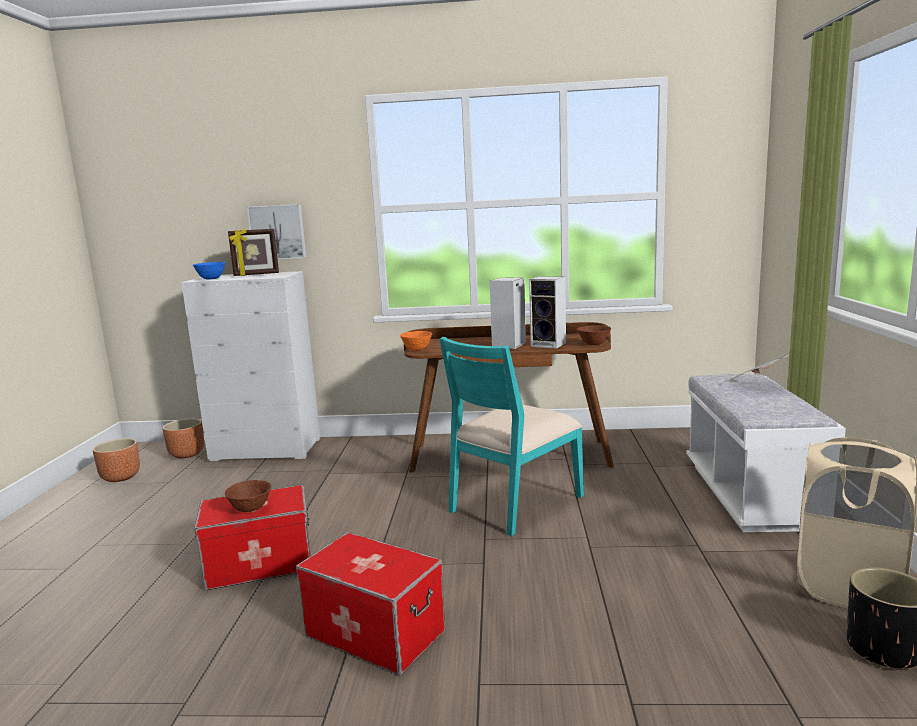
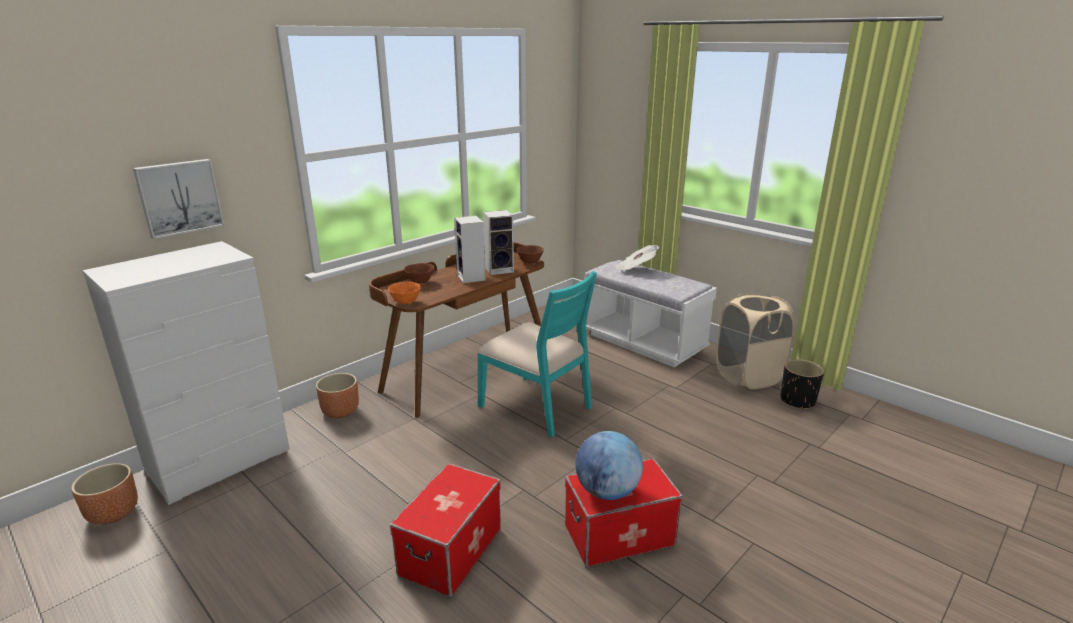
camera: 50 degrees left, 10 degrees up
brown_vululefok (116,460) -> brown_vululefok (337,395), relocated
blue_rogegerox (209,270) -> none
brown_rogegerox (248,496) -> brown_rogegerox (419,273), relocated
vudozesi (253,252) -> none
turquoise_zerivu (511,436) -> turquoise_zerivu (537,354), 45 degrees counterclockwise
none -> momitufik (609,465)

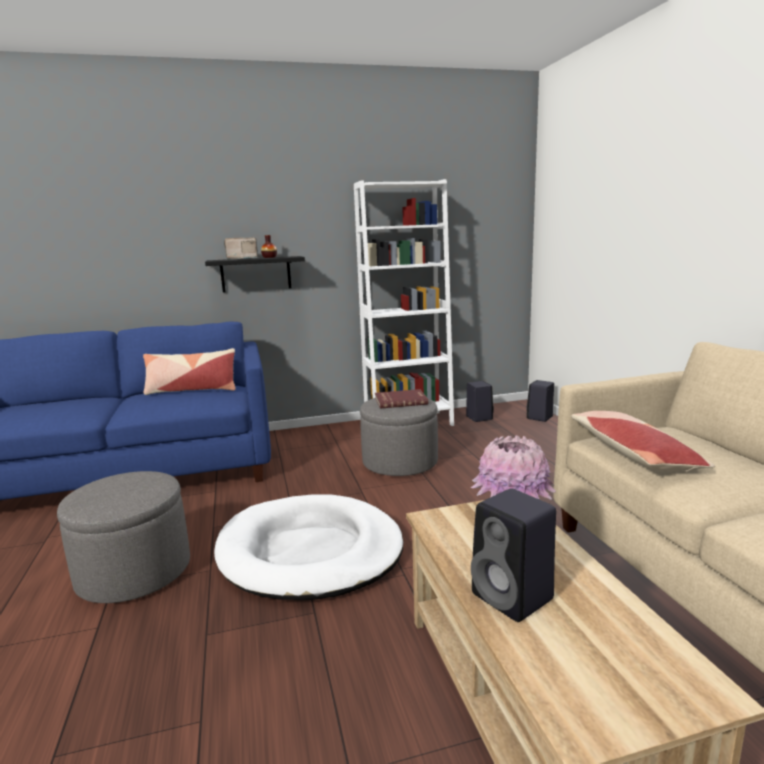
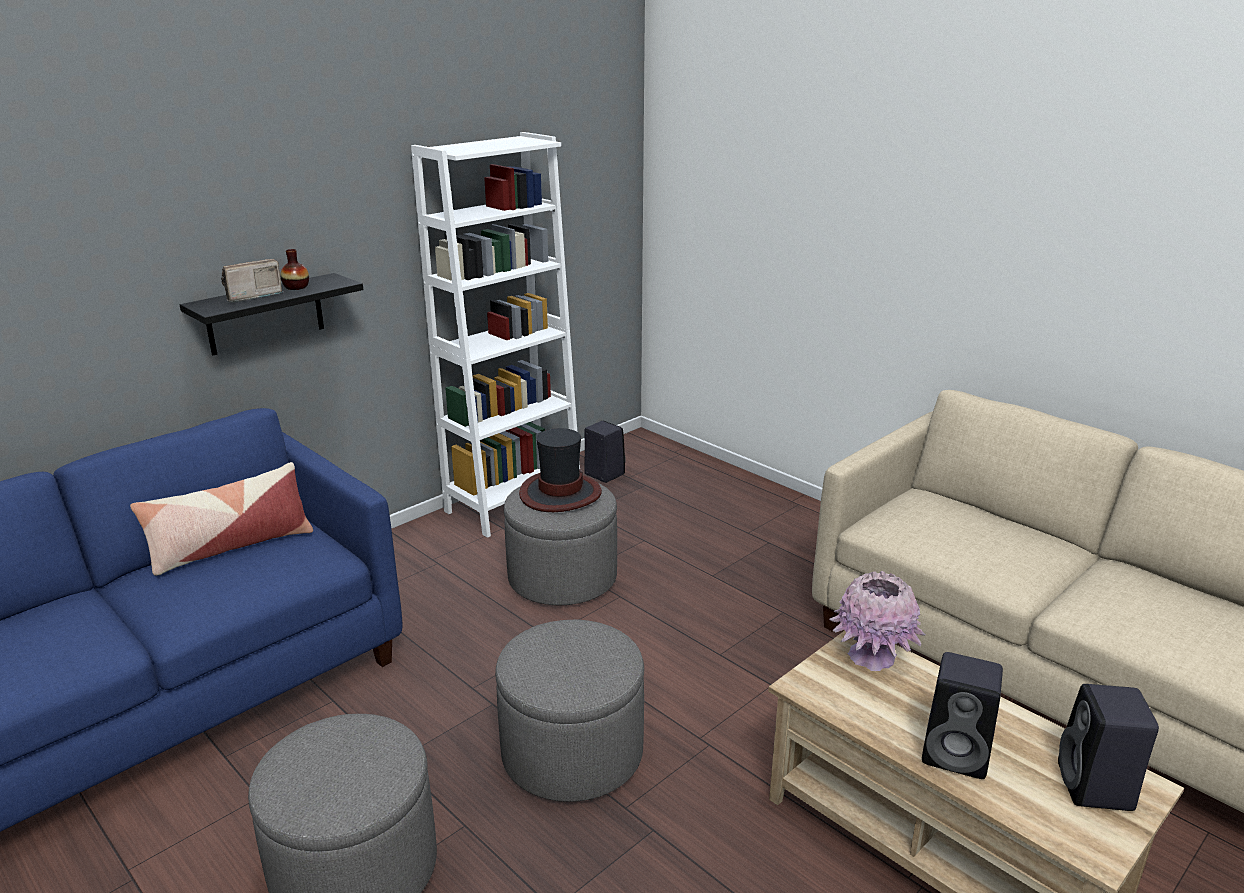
camera: 30 degrees left, 10 degrees up
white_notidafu (308,547) -> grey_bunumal (569,711)
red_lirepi (401,399) -> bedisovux (560,470)
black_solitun (540,401) -> black_solitun (1108,747), relocated
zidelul (643,441) -> none

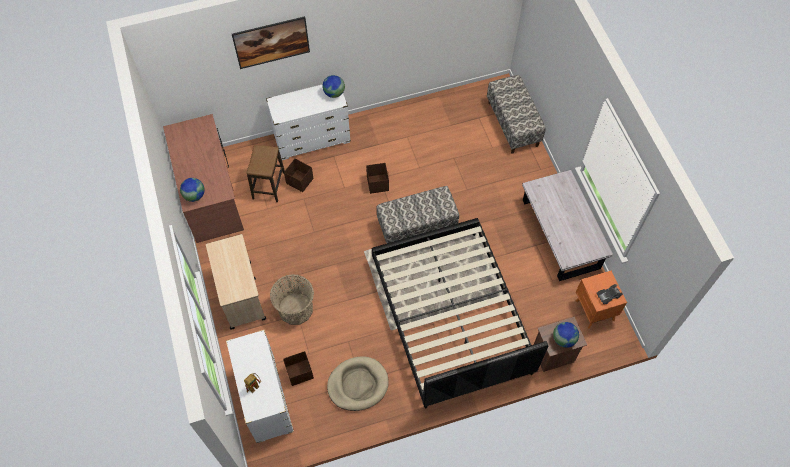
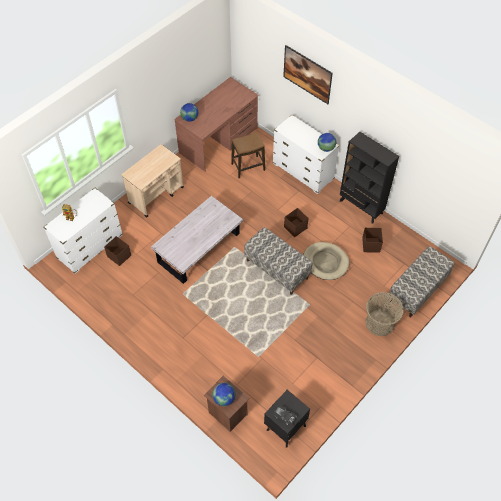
camera: 60 degrees right, 5 degrees down
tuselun (292,299) -> tuselun (384,314), relocated
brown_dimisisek (299,175) -> brown_dimisisek (372,240), relocated
beige_notidafu (358,384) -> beige_notidafu (326,261), relocated
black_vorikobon (460,313) -> none
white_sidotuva (567,225) -> white_sidotuva (197,240), relocated
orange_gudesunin (601,300) -> black_gudesunin (287,419)
none -> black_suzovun (369,177)

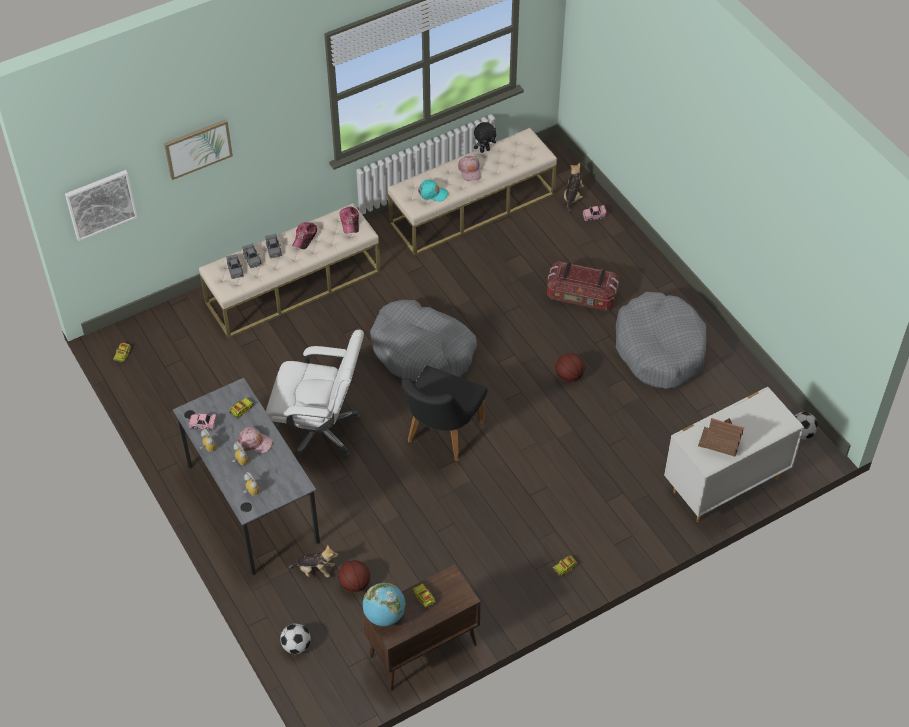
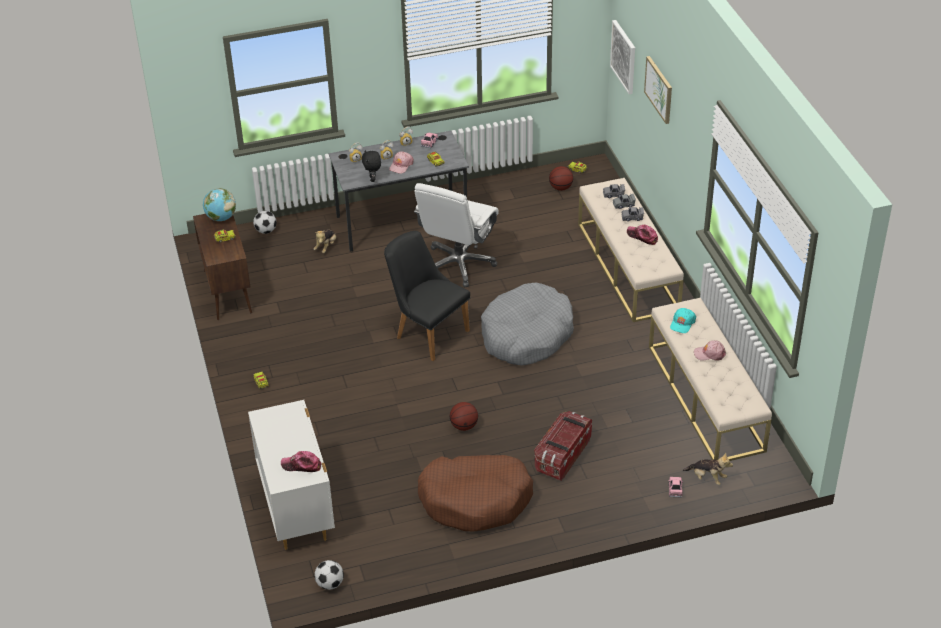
camera: 105 degrees right, 10 degrees down
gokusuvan (354,576) -> gokusuvan (561,178), relocated
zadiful (349,220) -> zadiful (301,461), relocated
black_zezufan (485,137) -> black_zezufan (371,166), relocated
grey_notidafu (661,340) -> brown_notidafu (475,493)
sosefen (721,437) -> none

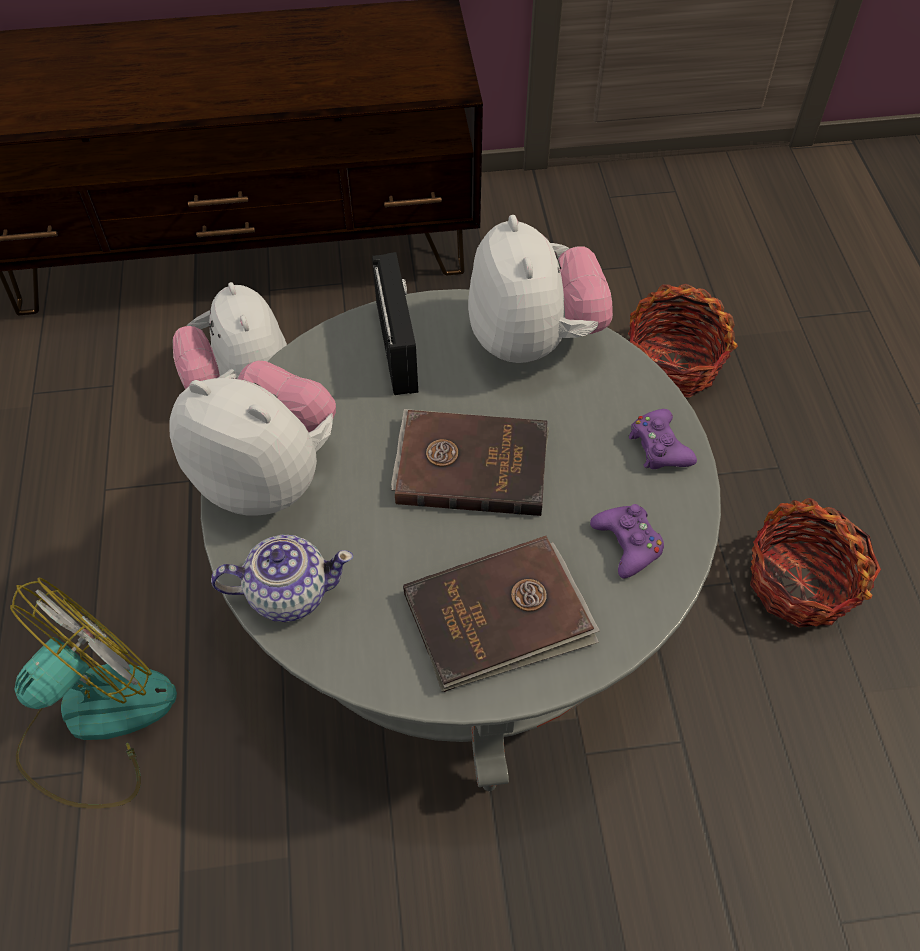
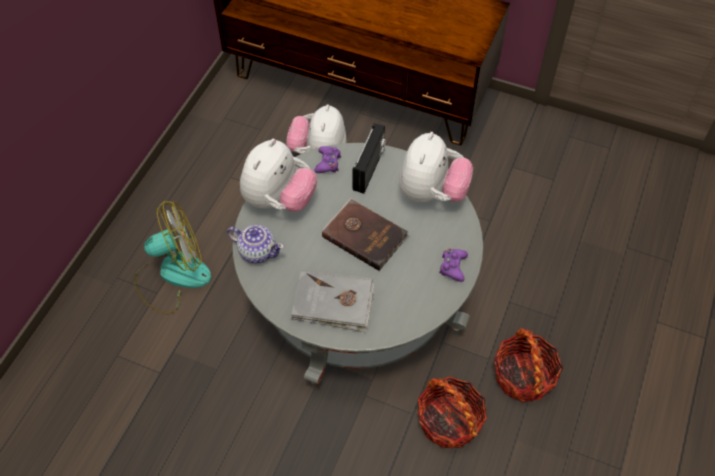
camera: 30 degrees right, 0 degrees up
zezufan (252,438) -> zezufan (278,175), 60 degrees clockwise
brown_lirepi (501,614) -> grey_lirepi (332,301)
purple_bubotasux (627,541) -> purple_bubotasux (327,159), relocated
tuselun (683,341) -> tuselun (452,412), relocated

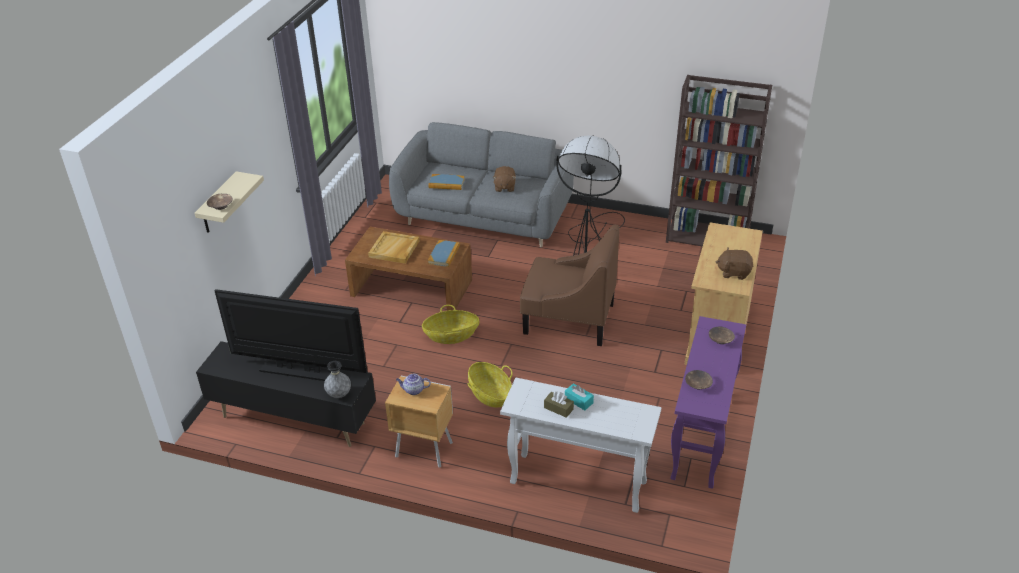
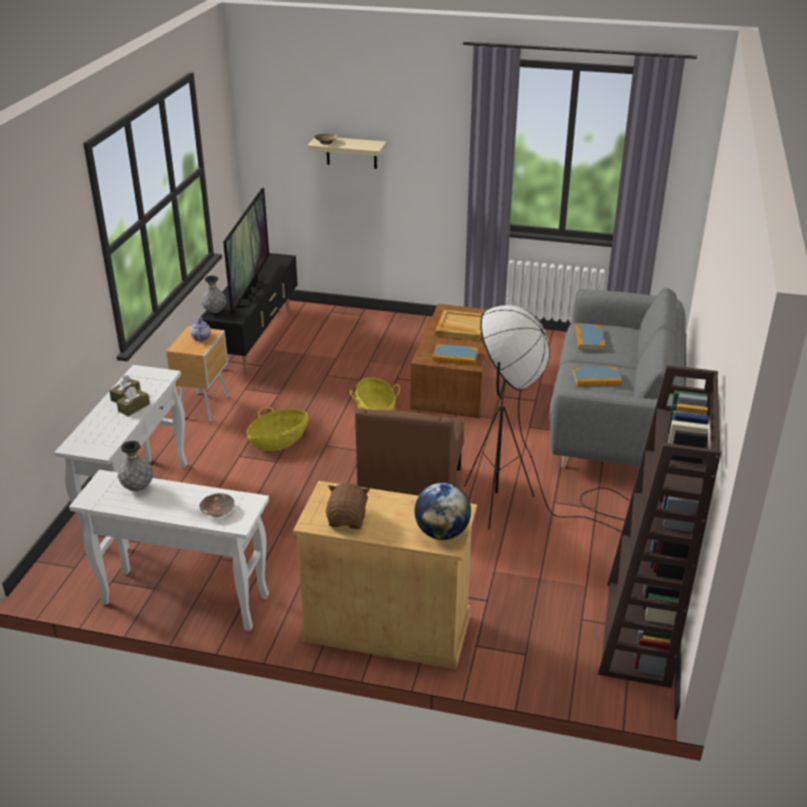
camera: 85 degrees right, 5 degrees down
brown_zezufan (504,179) -> lirepi (597,376)
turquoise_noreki (579,396) -> brown_noreki (133,401)
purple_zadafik (708,402) -> white_zadafik (169,550)
brown_rogegerox (699,379) -> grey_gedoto (135,466)
none -> momitufik (442,511)

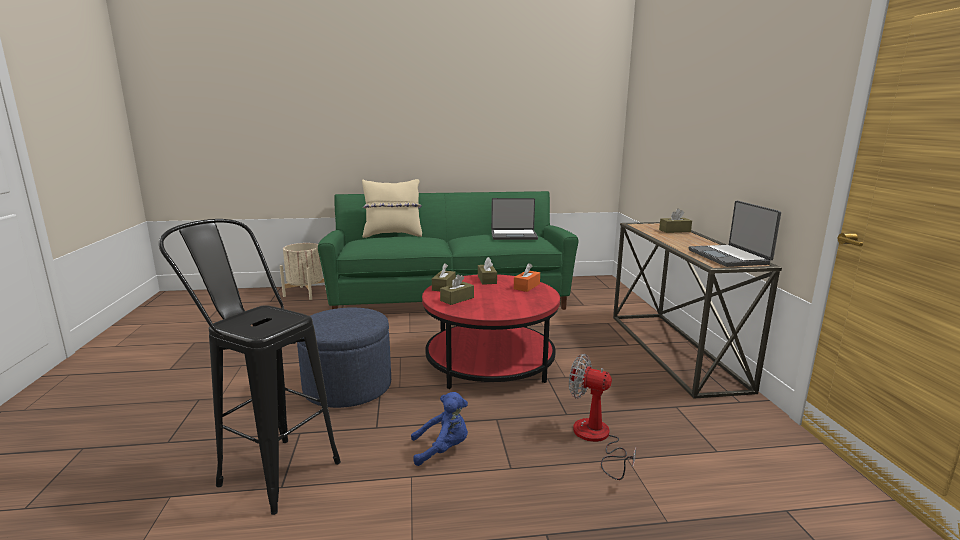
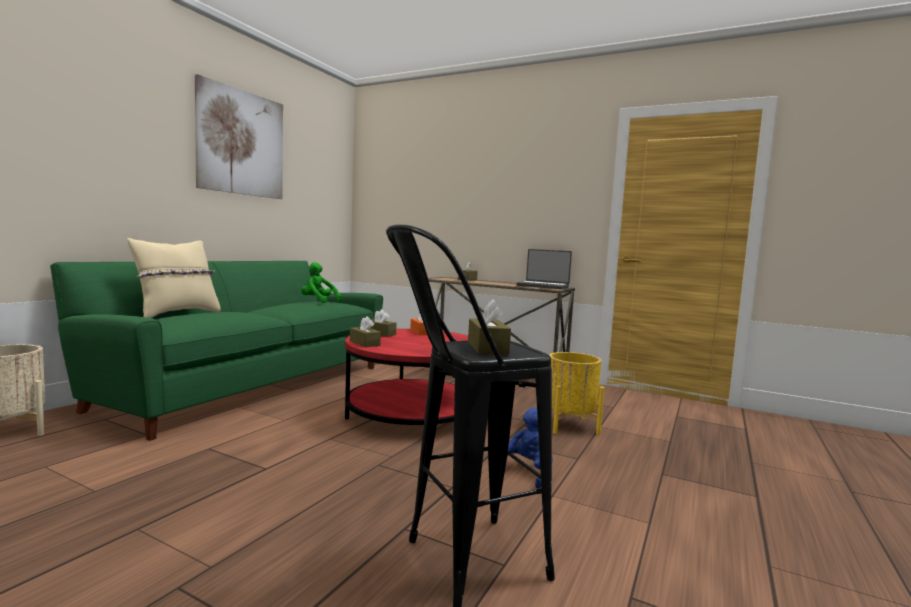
camera: 55 degrees left, 10 degrees down
blue_bunumal (344,358) -> none
brown_noreki (457,289) -> brown_noreki (489,326), relocated
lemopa (514,219) -> green_zezufan (321,282)
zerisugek (602,417) -> yellow_vululefok (576,393)
none -> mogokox (239,136)

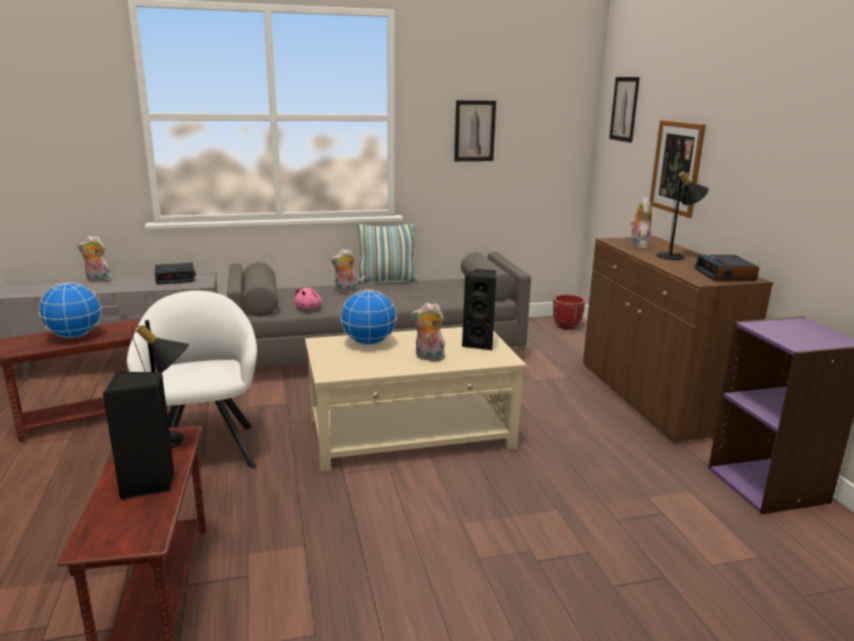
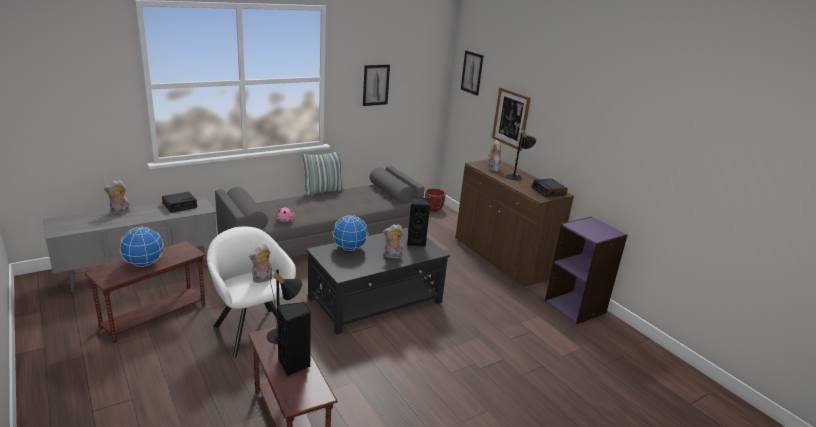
camera: 20 degrees left, 5 degrees up
beige_sidotuva (415,399) -> black_sidotuva (378,281)
zezufan (343,271) -> zezufan (260,263), relocated

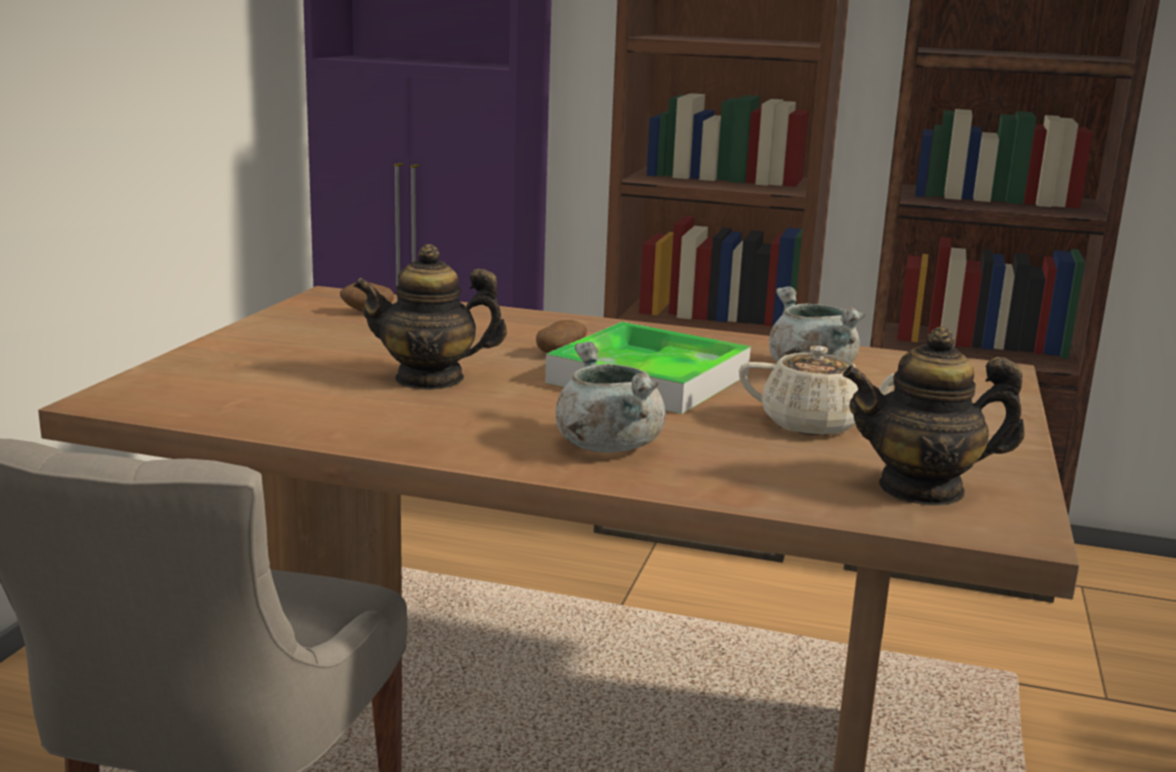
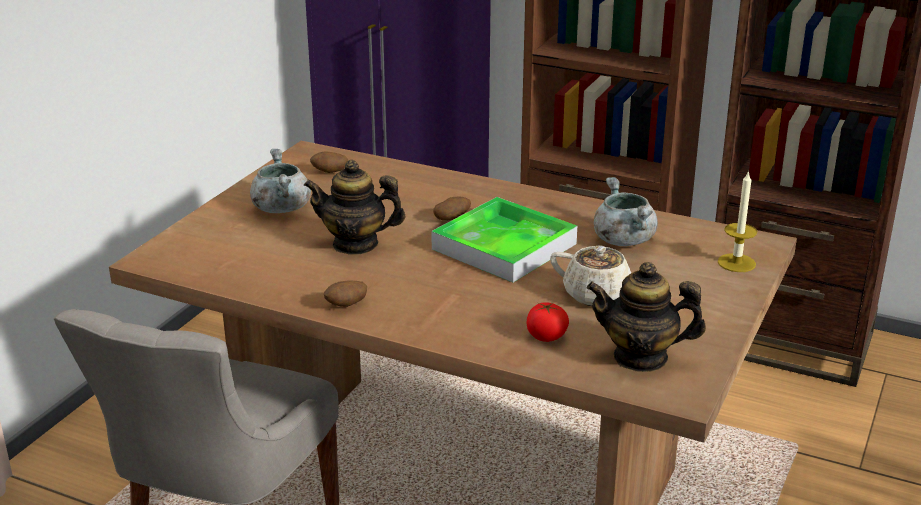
camera: 10 degrees right, 10 degrees up
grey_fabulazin (611,397) -> grey_fabulazin (280,181), relocated
none -> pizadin (345,294)
none -> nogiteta (547,322)
none -> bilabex (737,221)

